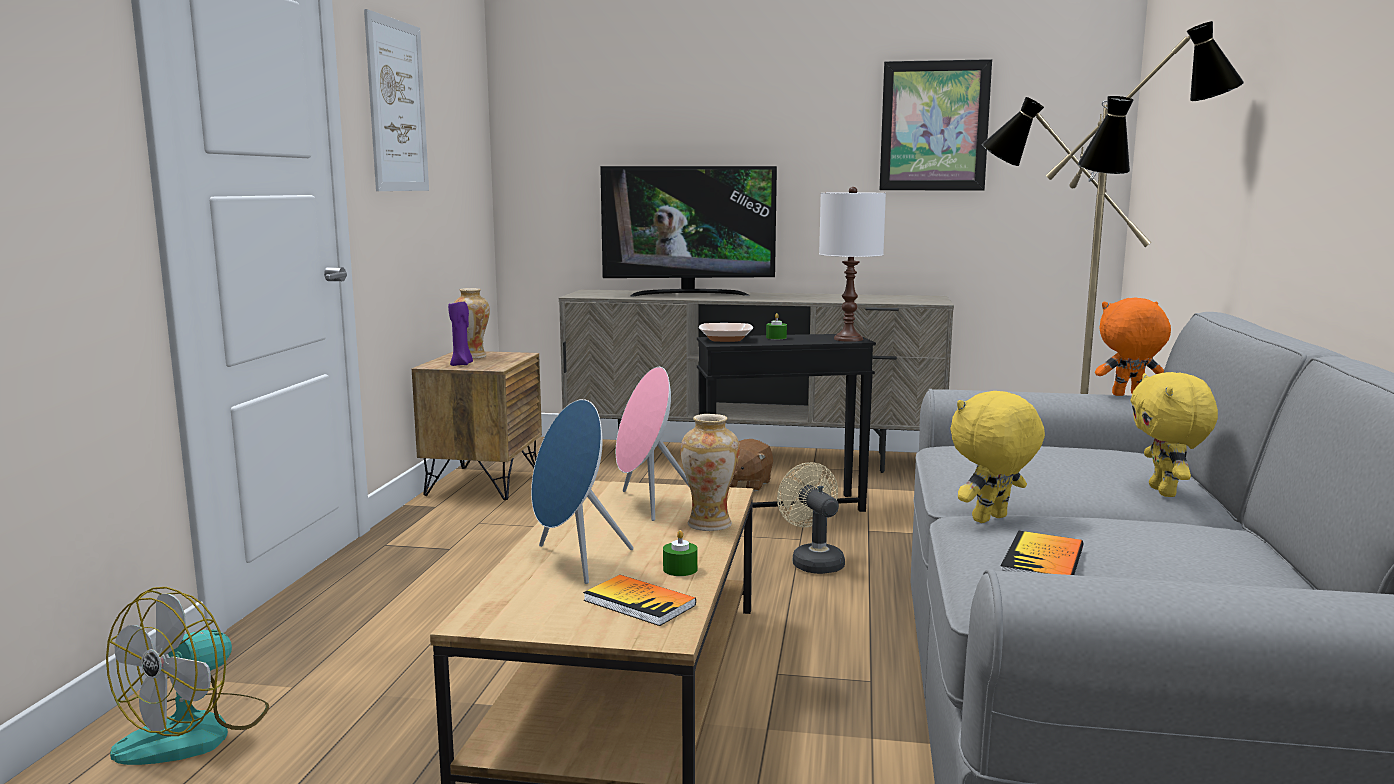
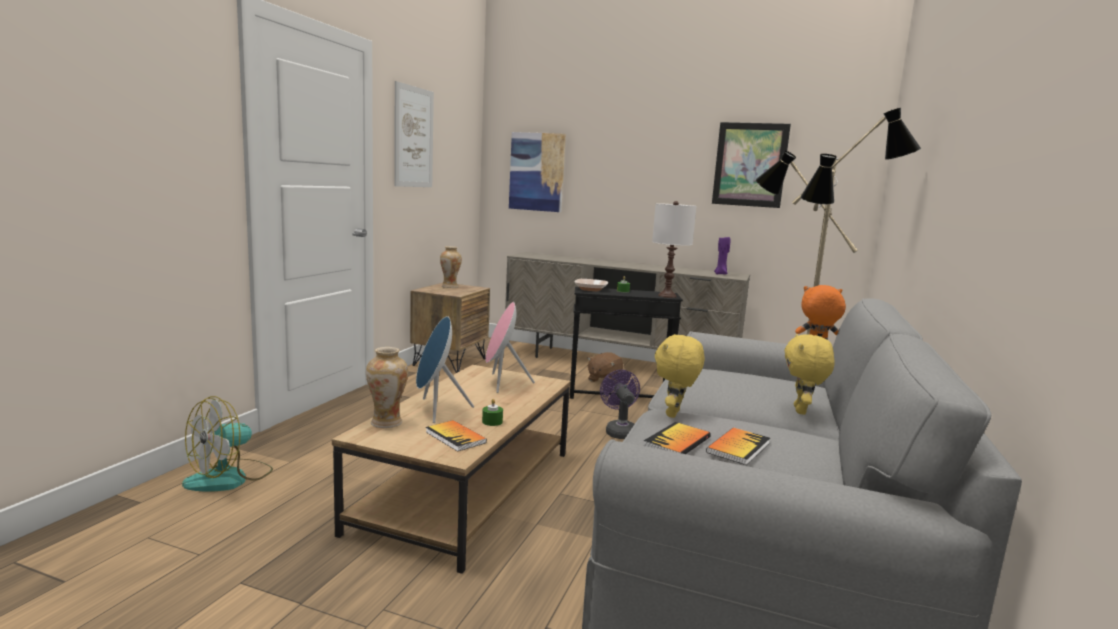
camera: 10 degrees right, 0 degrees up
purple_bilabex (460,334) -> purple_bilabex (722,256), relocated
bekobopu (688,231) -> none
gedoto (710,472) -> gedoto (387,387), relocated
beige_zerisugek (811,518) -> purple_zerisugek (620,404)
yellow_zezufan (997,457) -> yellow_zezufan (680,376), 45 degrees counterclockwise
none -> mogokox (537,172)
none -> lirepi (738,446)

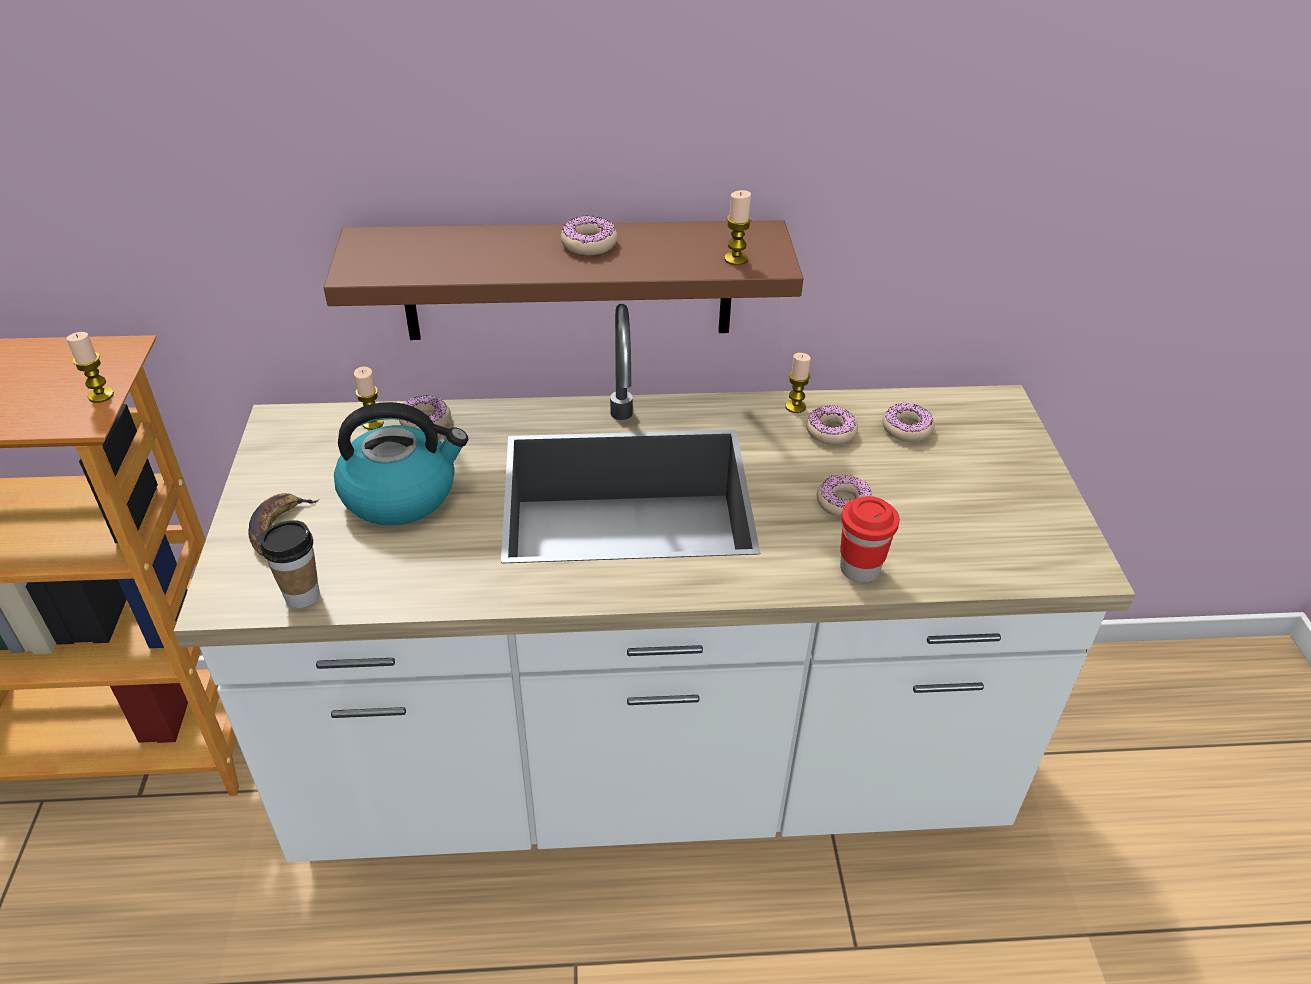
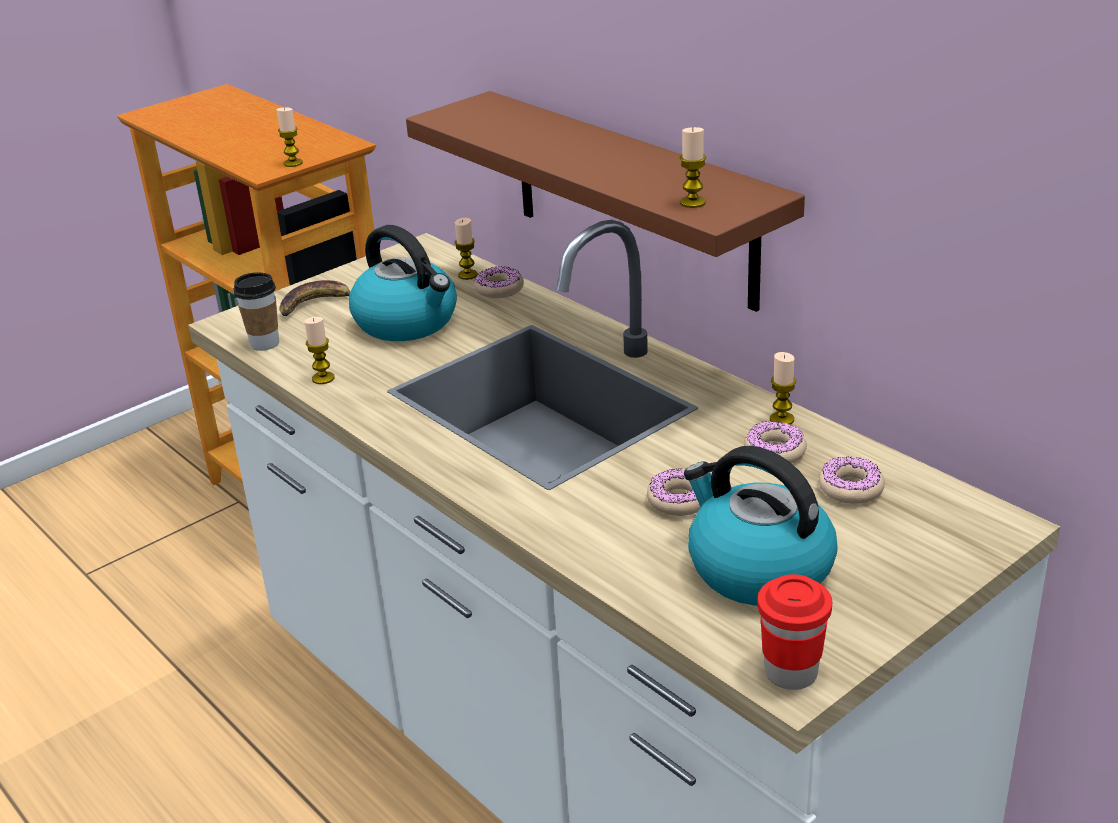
camera: 55 degrees right, 10 degrees down
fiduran (589,235) -> none
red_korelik (870,539) -> red_korelik (794,632), relocated
none -> bilabex (319,350)
none -> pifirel (761,526)

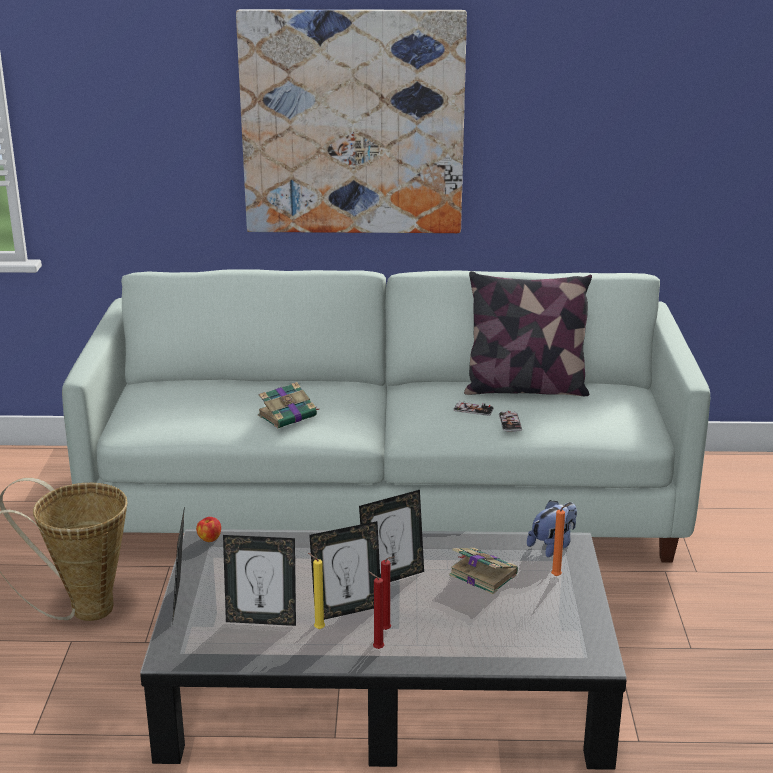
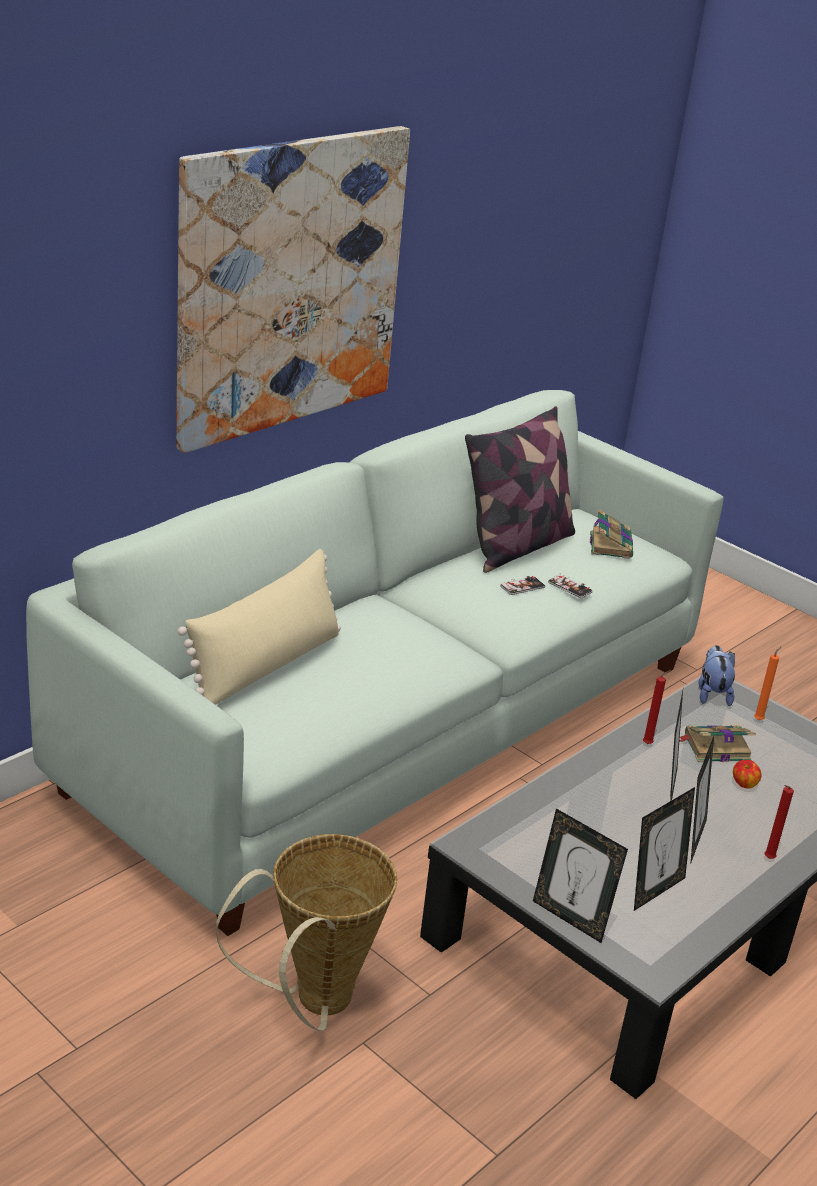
camera: 50 degrees left, 5 degrees up
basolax (208,529) -> basolax (747,774), relocated
lirepi (288,405) -> lirepi (611,534), relocated
yellow_bilabex (316,591) -> none
red_bilabex (387,593) -> red_bilabex (657,707), relocated
none -> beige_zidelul (259,627)

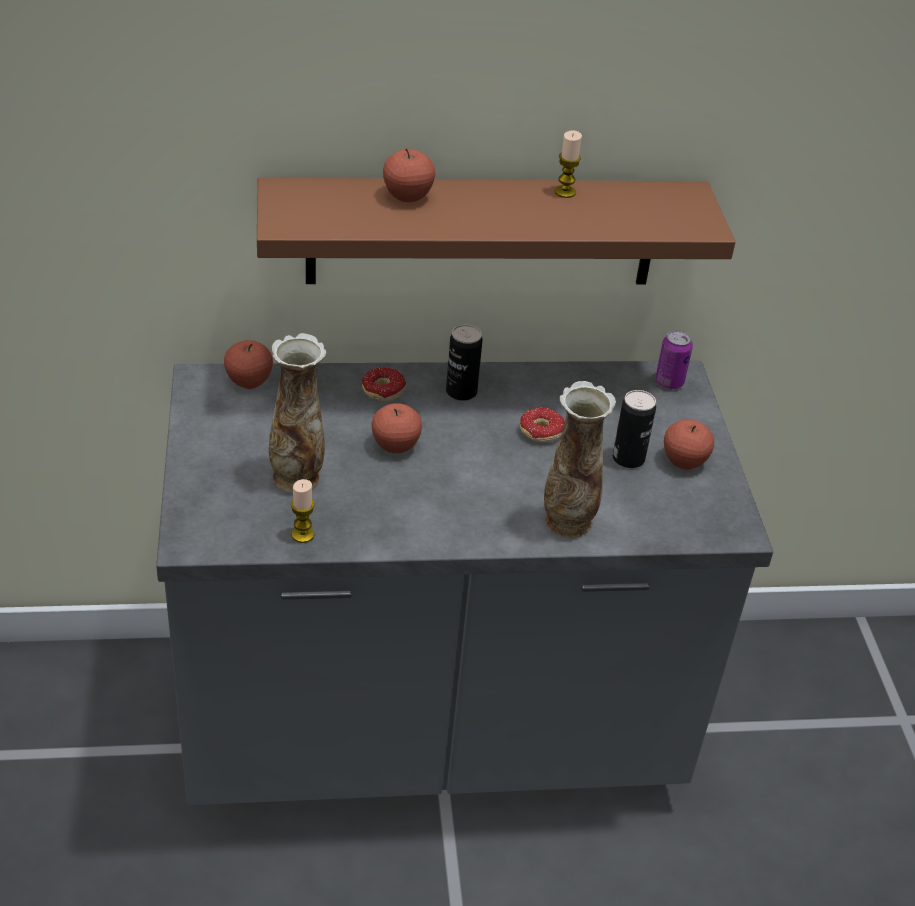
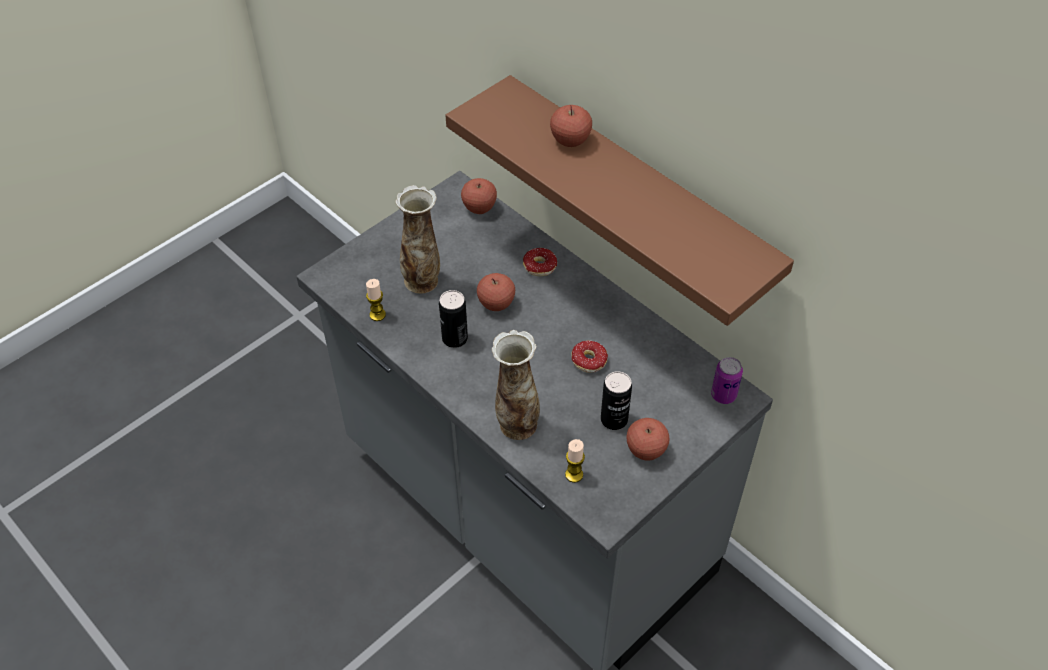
camera: 55 degrees right, 10 degrees up
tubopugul (464,363) -> tubopugul (453,319), relocated
bilabex (568,164) -> bilabex (575,461), relocated

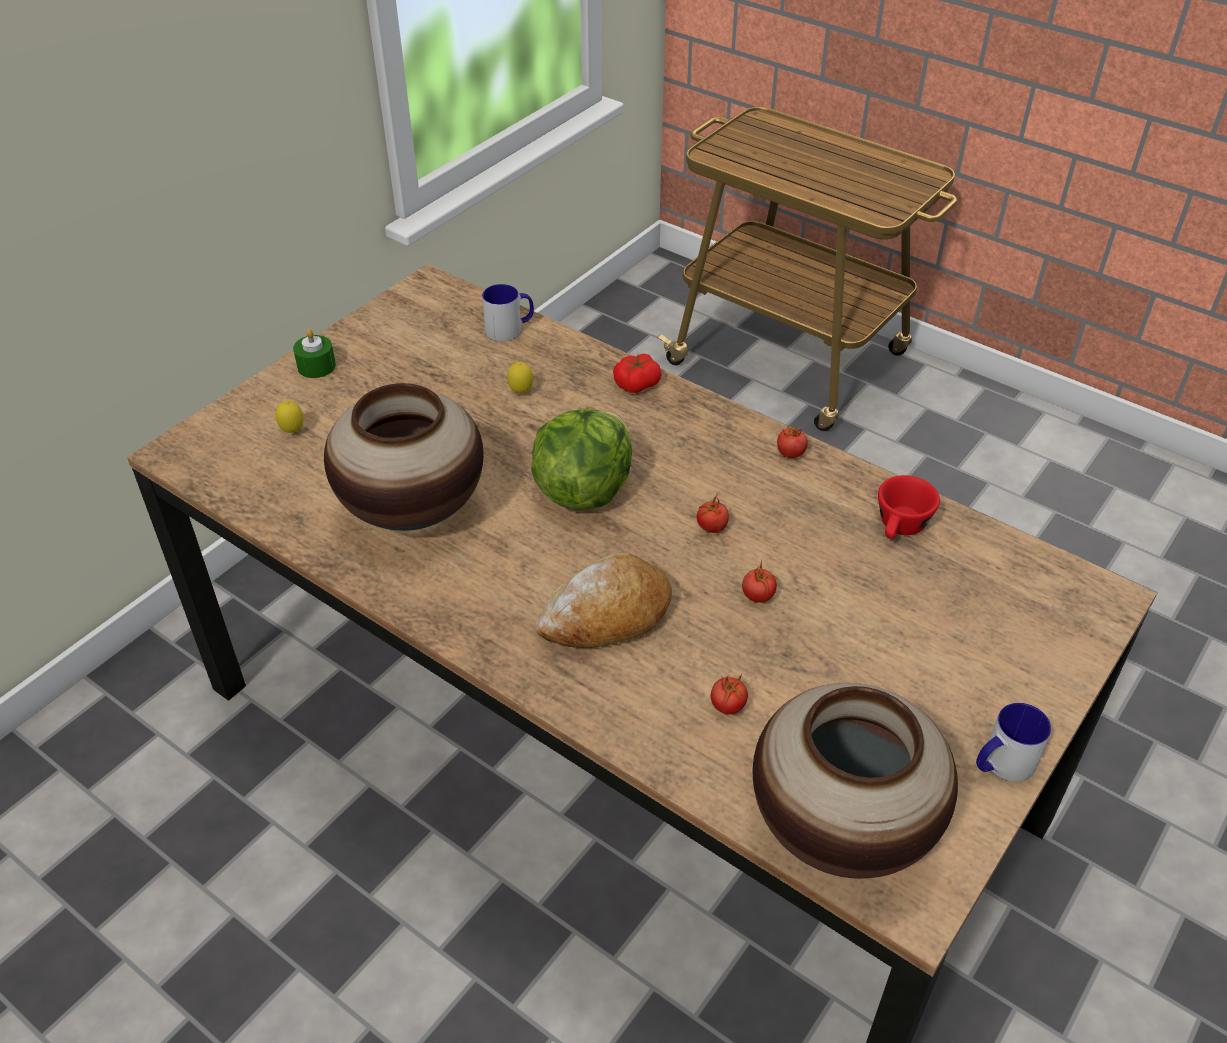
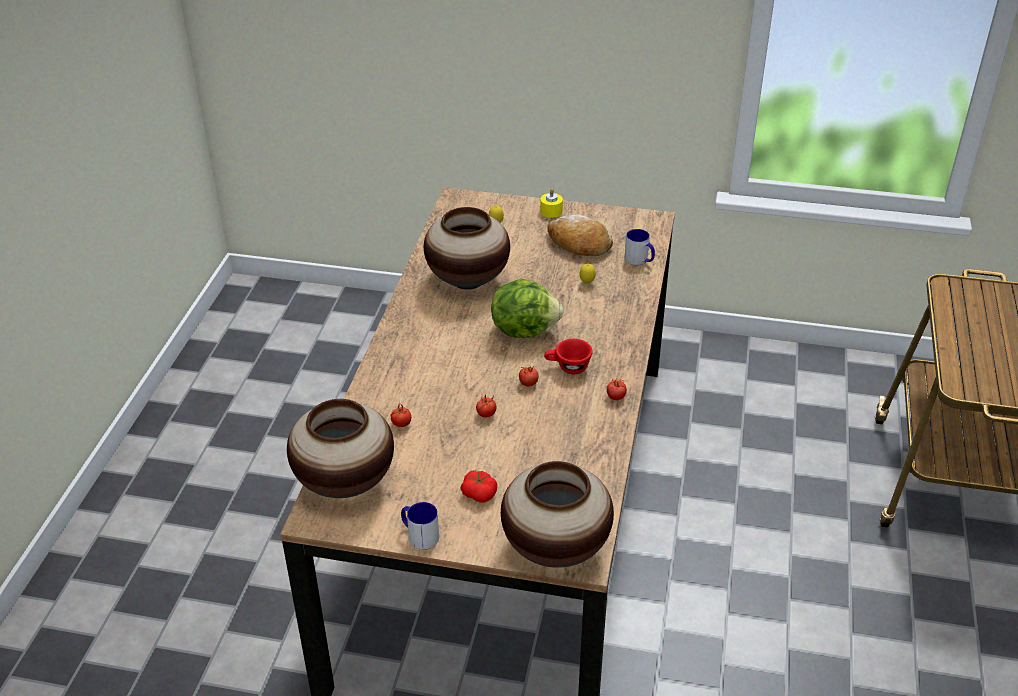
camera: 65 degrees right, 5 degrees down
green_bilabex (314,353) -> yellow_bilabex (551,203)
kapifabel (604,600) -> kapifabel (580,235), relocated
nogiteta (637,373) -> nogiteta (479,486), relocated
red_korelik (909,507) -> red_korelik (568,356), relocated
none -> gedoto (557,514)

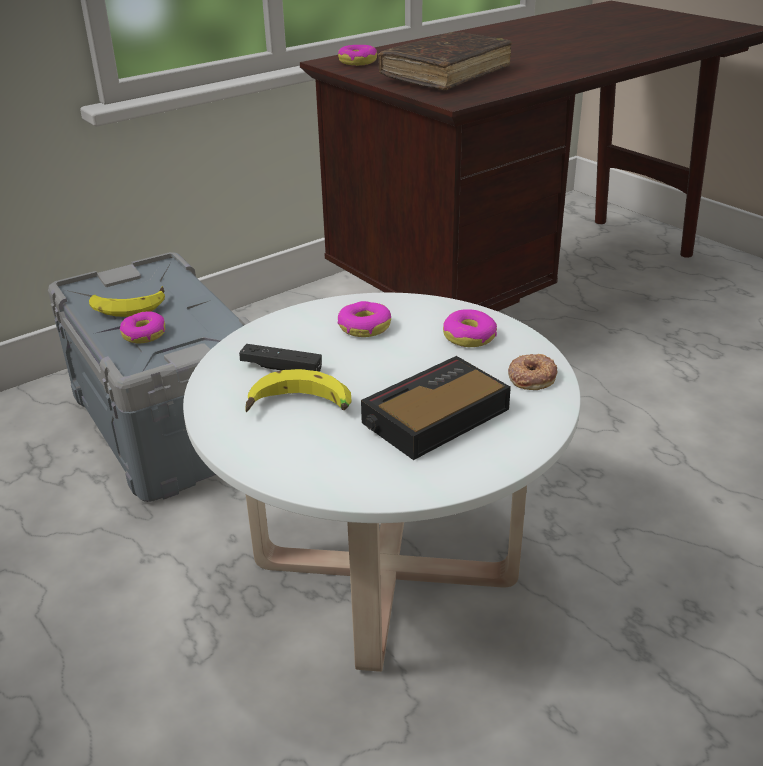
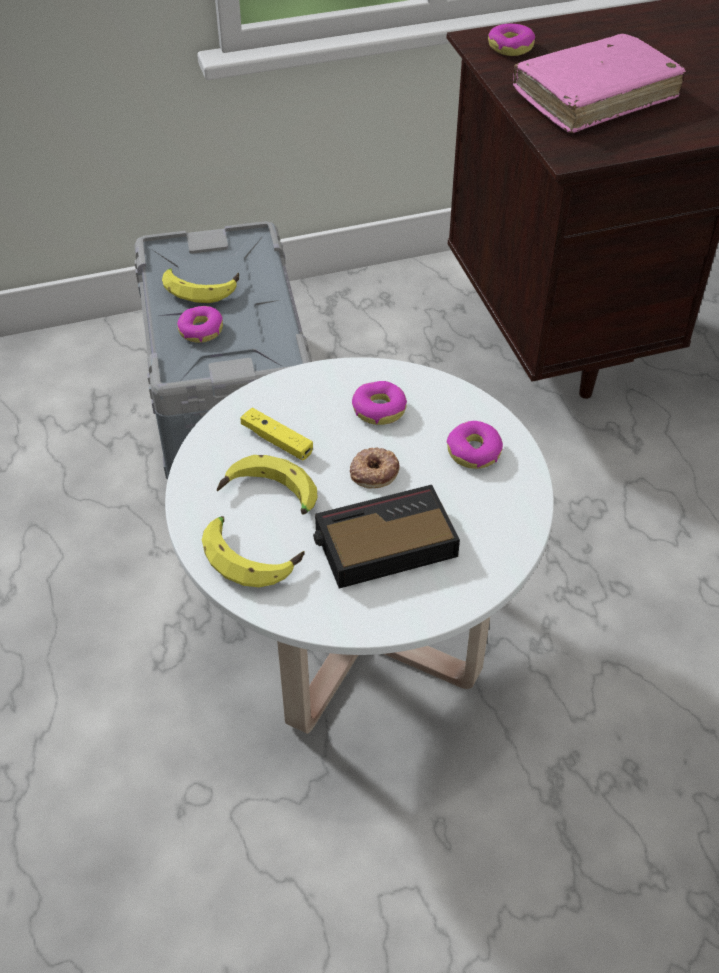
camera: 20 degrees right, 15 degrees up
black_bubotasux (280,358) -> yellow_bubotasux (277,434)
brown_lirepi (445,61) -> pink_lirepi (599,83)
fiduran (532,372) -> fiduran (375,468), relocated
none -> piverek (253,551)

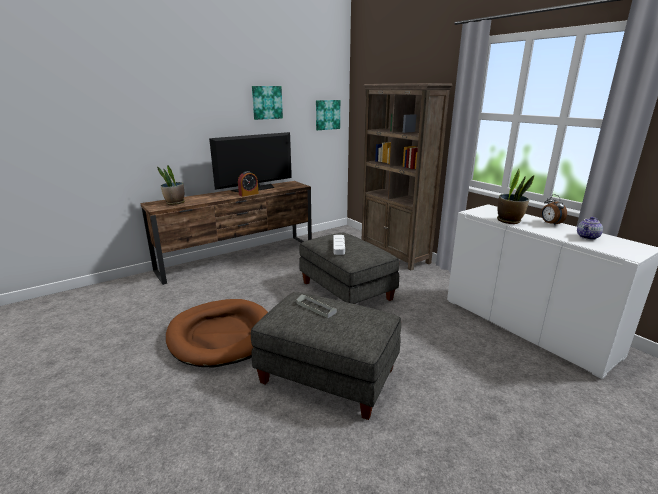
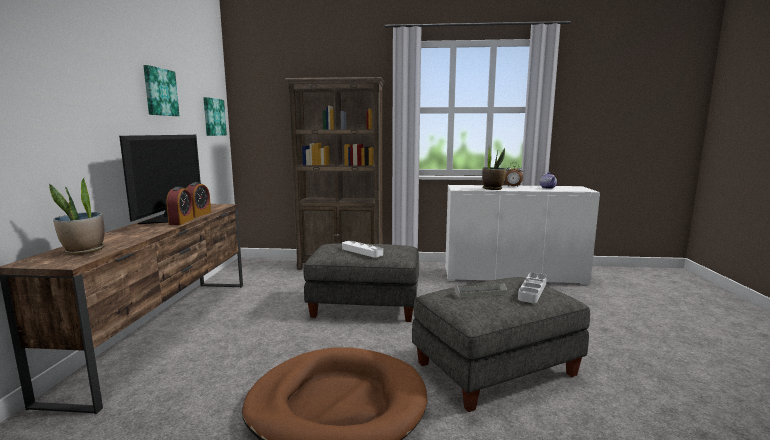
camera: 50 degrees left, 10 degrees down
none -> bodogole (198,200)
none -> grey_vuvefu (532,288)

